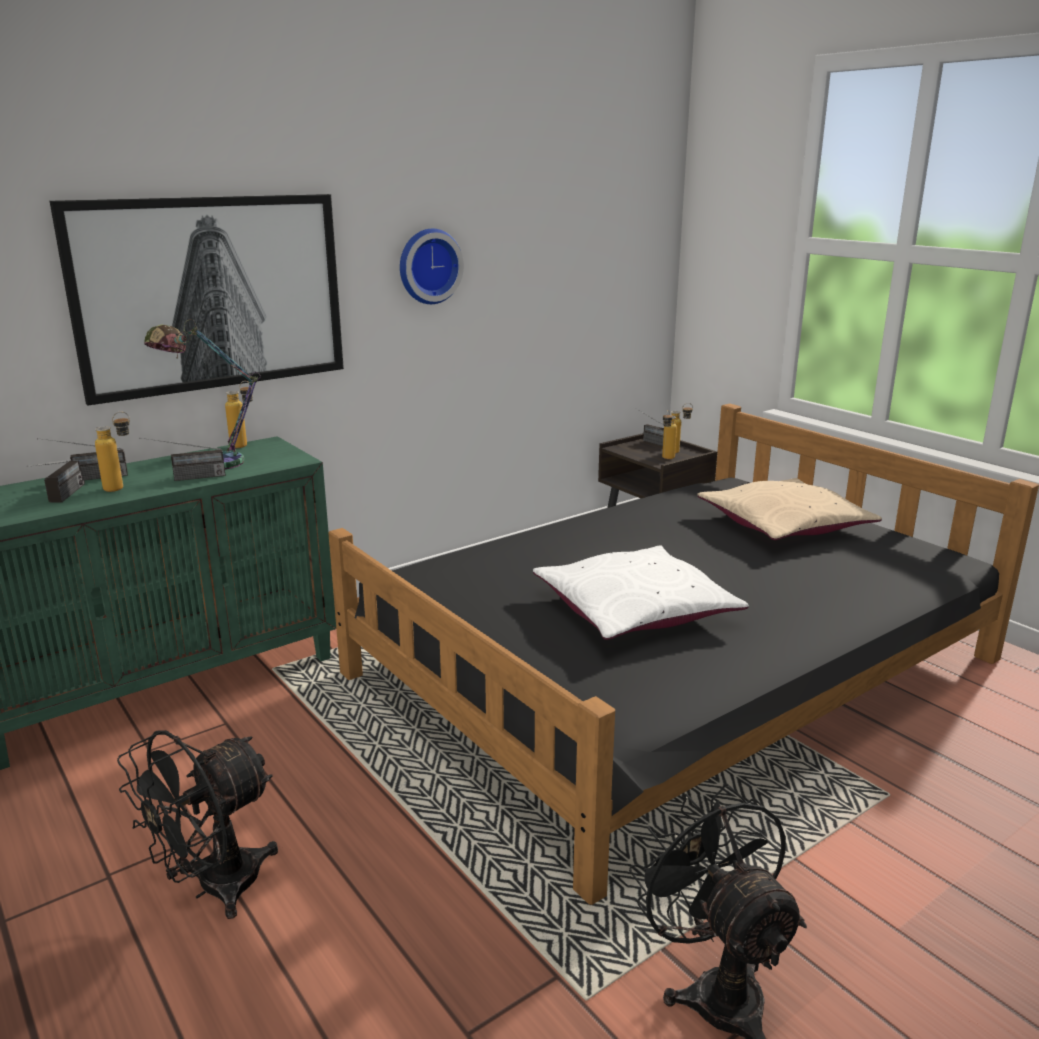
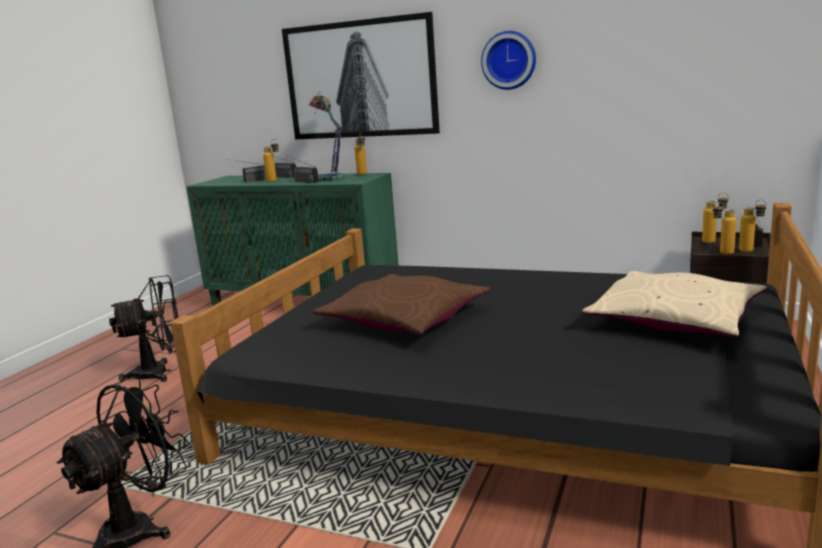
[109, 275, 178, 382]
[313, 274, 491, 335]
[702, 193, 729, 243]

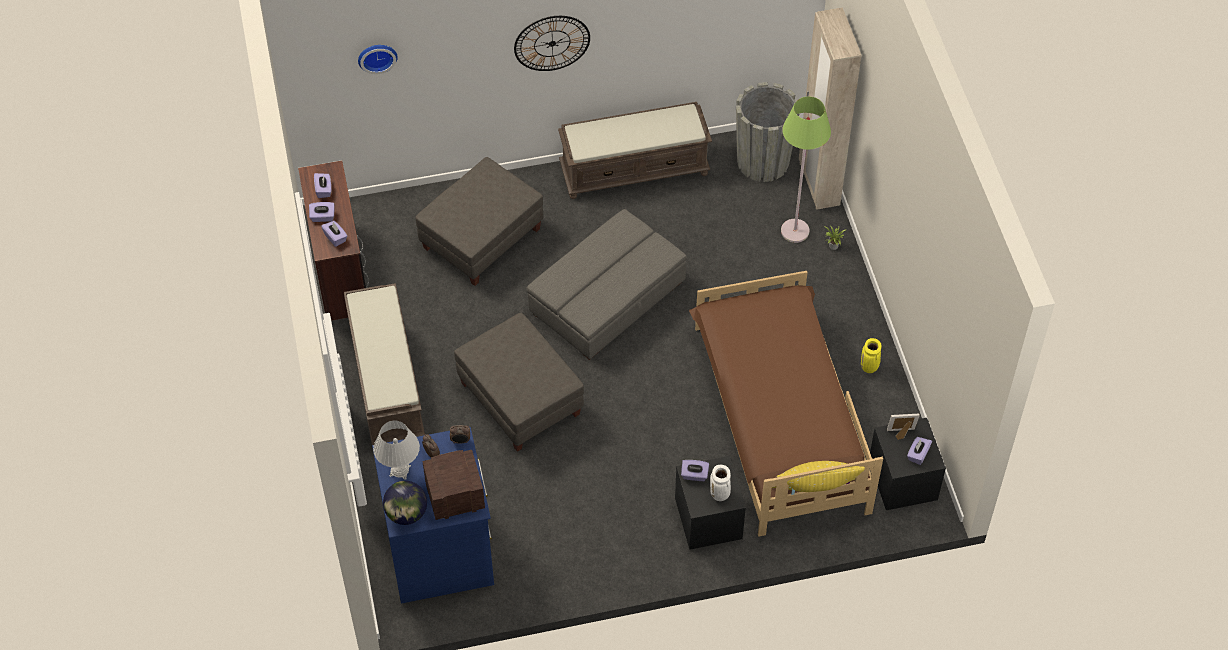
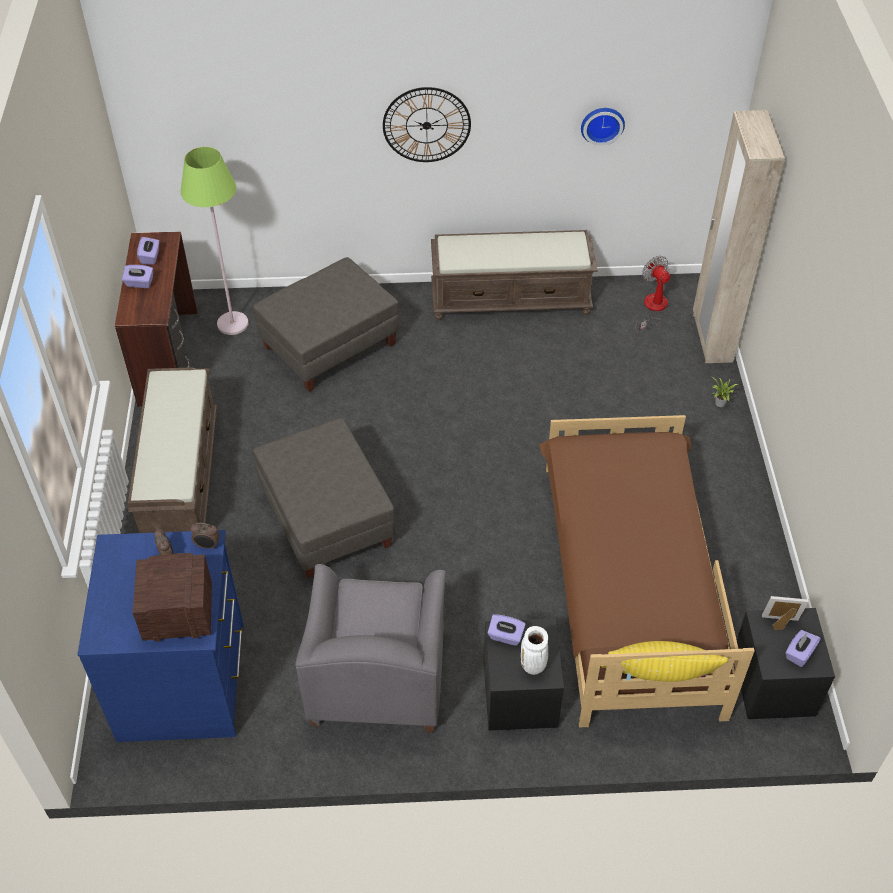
[321, 221, 347, 247] (first image)
[581, 108, 625, 146]
[373, 421, 420, 480] (first image)
[383, 481, 427, 525] (first image)
[526, 209, 687, 360] (first image)
[635, 256, 670, 334]
[181, 147, 249, 335]
[861, 338, 882, 373] (first image)
[295, 564, 446, 732]

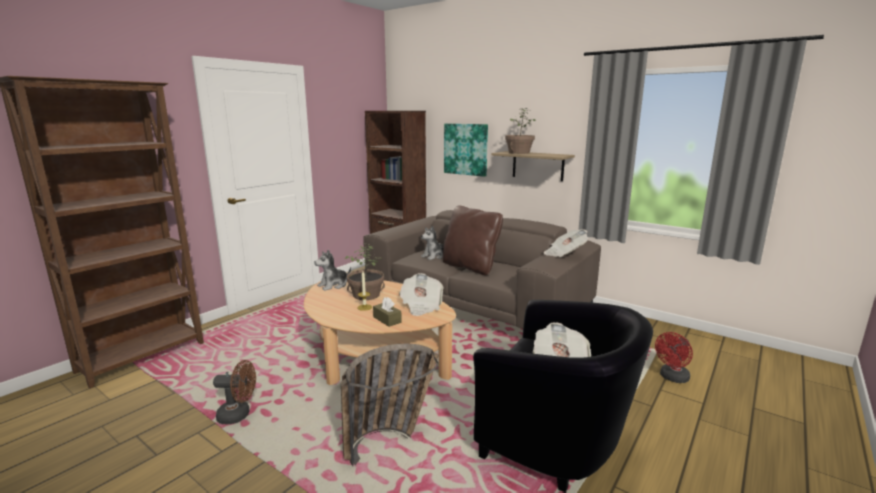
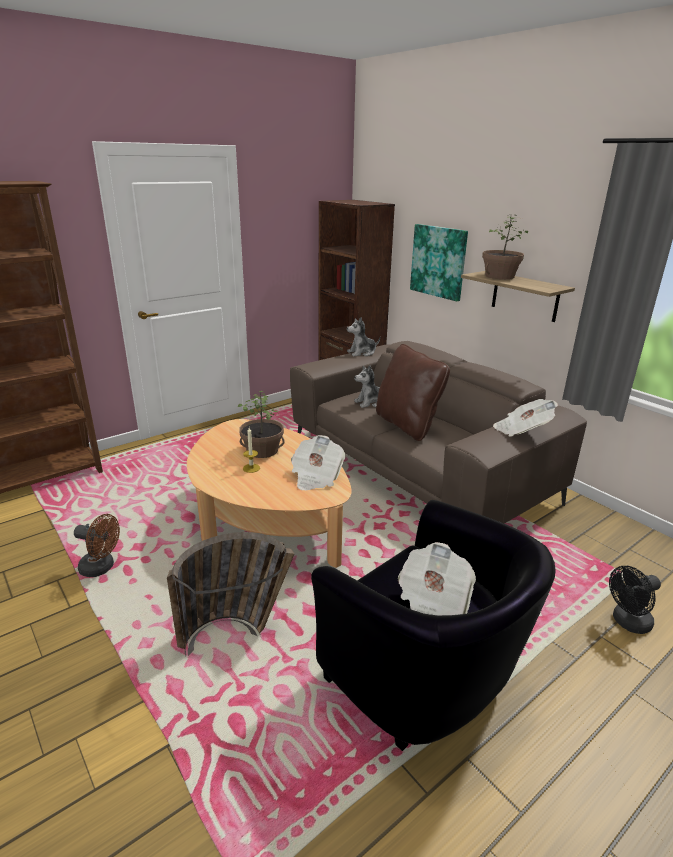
[347, 317, 380, 357]
[373, 297, 402, 327] (first image)
[609, 566, 661, 634]

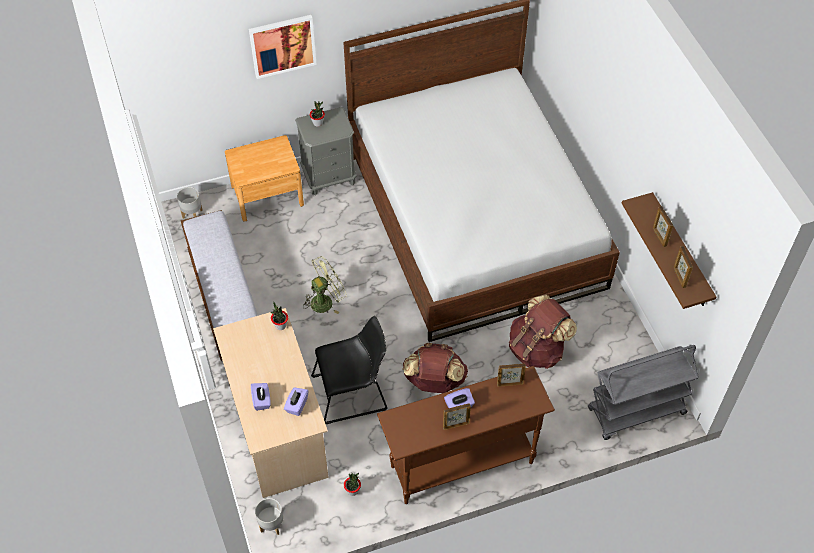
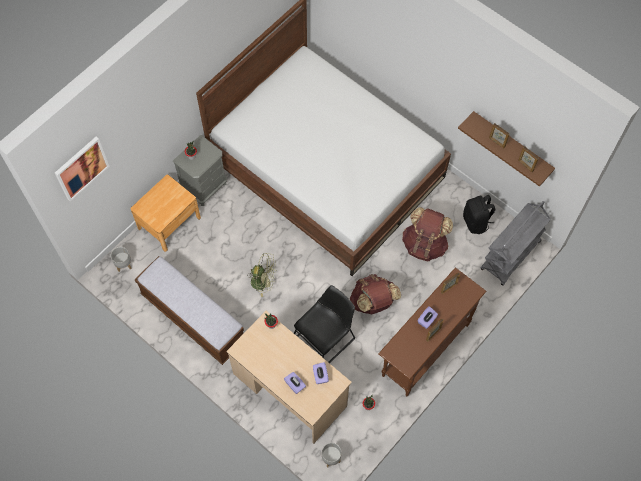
[55, 137, 110, 202]
[247, 253, 276, 297]
[463, 195, 495, 234]

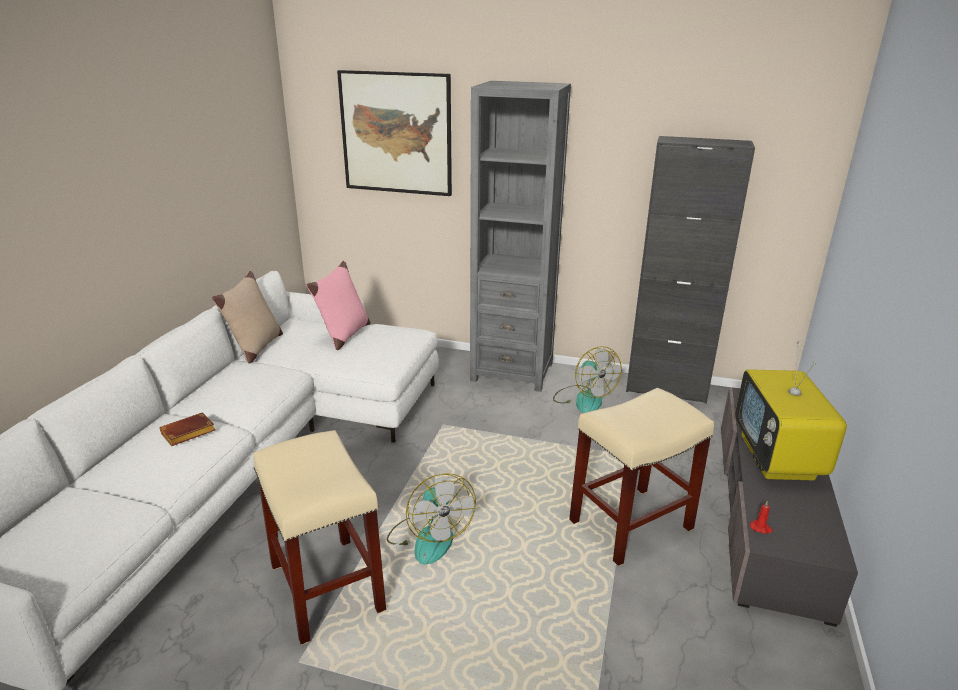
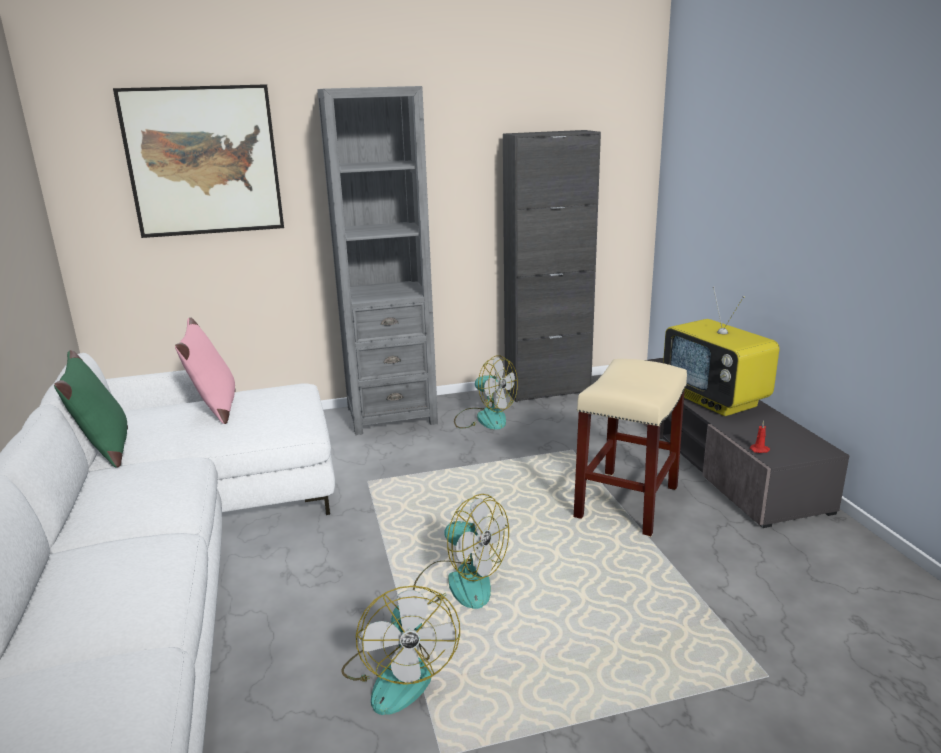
[159, 412, 215, 446] (first image)
[54, 350, 128, 468]
[341, 586, 460, 715]

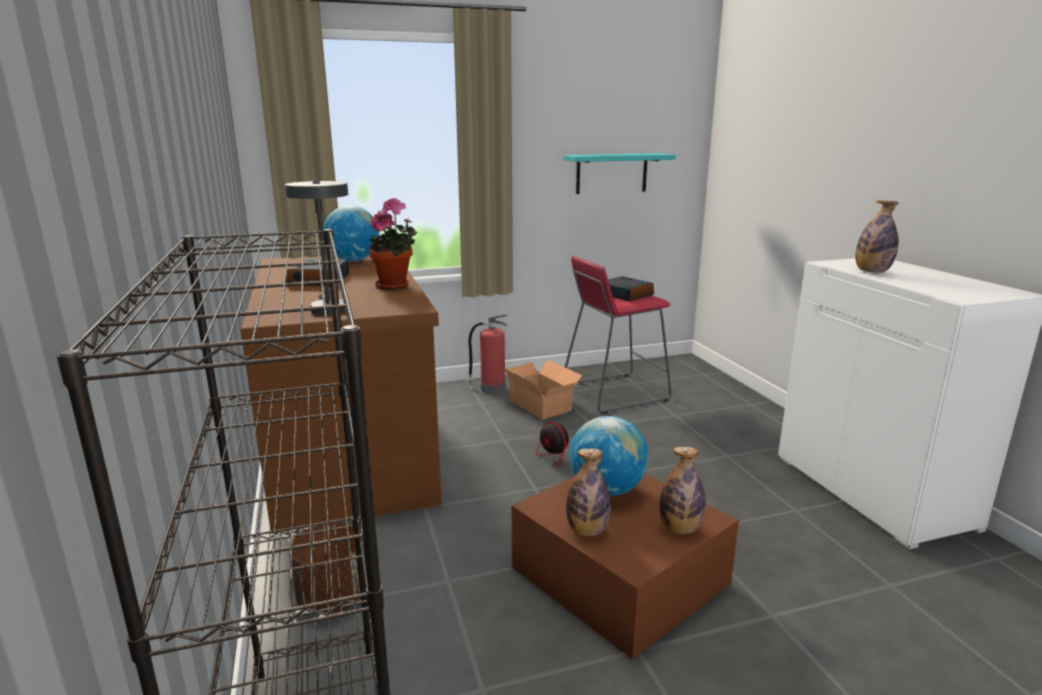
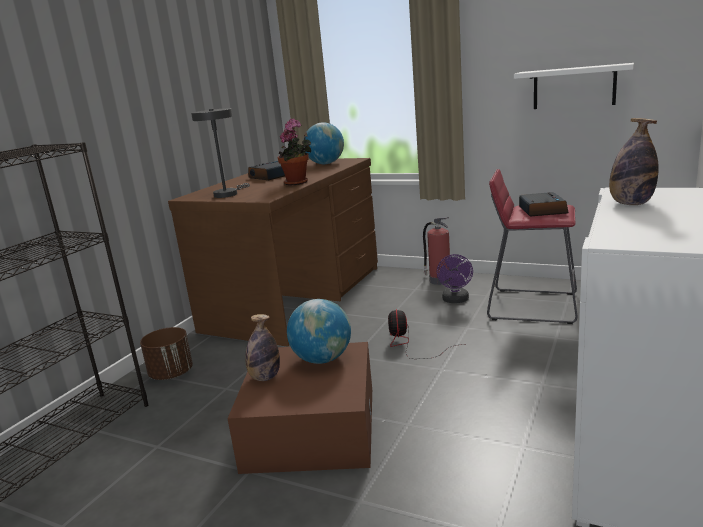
[437, 254, 473, 303]
[514, 63, 634, 109]
[659, 447, 706, 534] (first image)

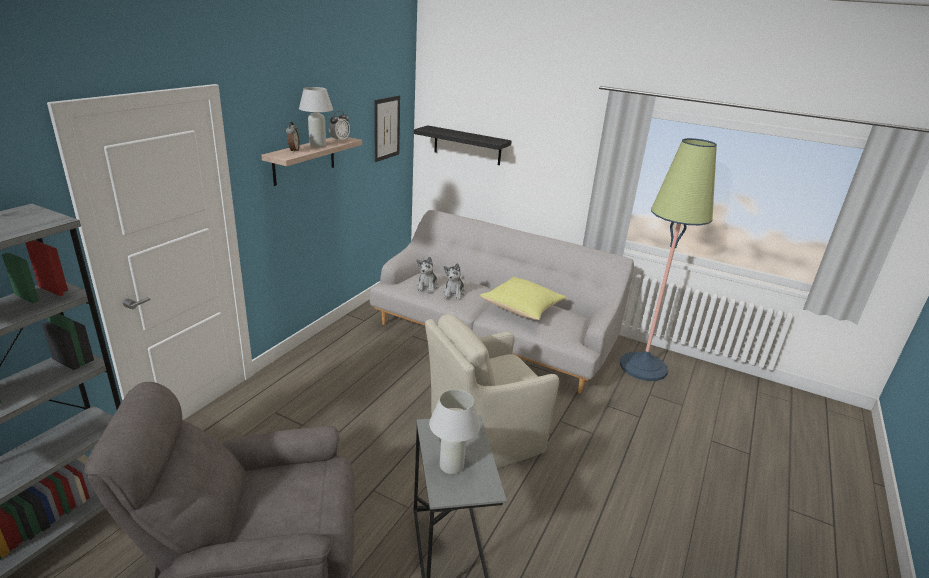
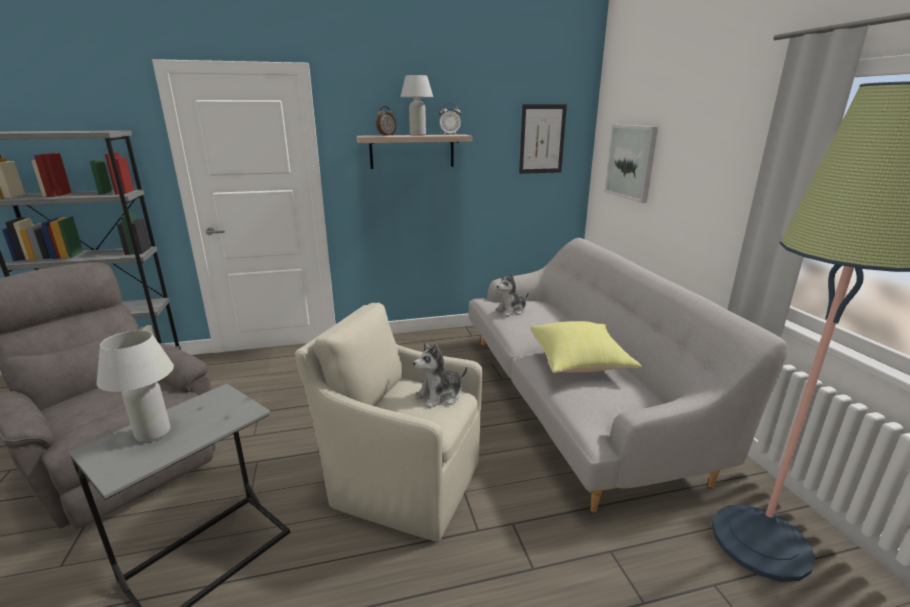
[604, 125, 658, 203]
[413, 343, 467, 408]

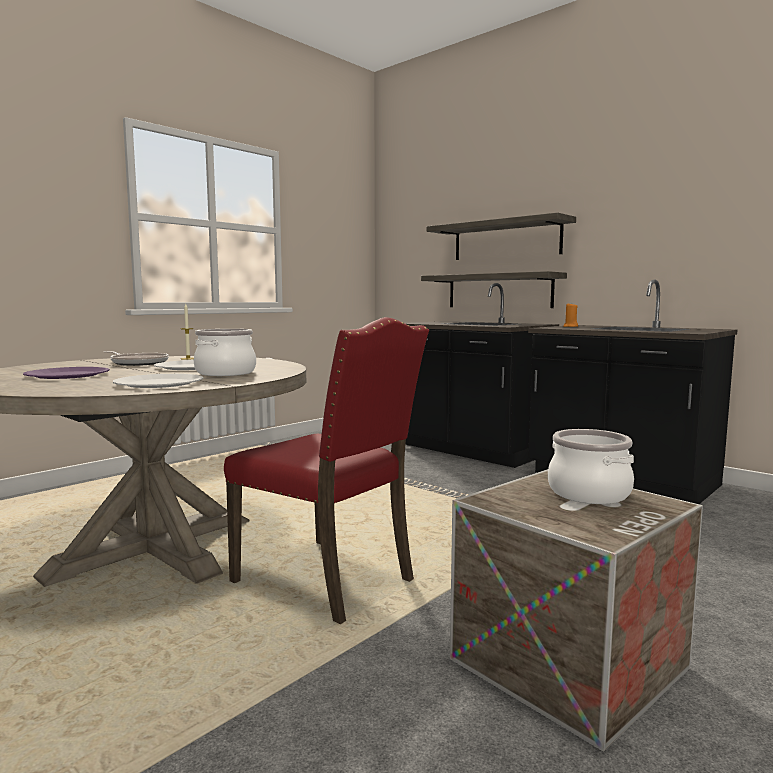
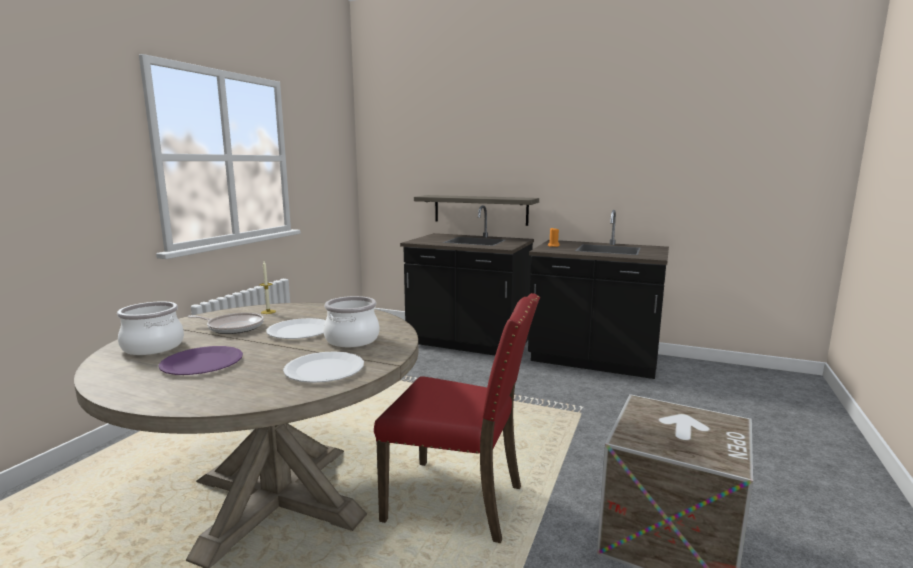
[427, 212, 576, 260] (first image)
[117, 301, 184, 355]

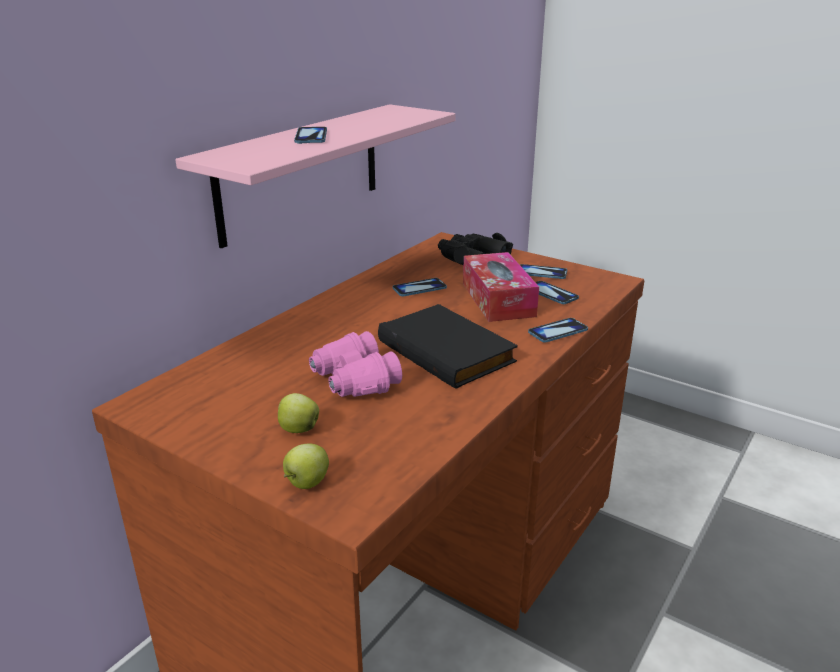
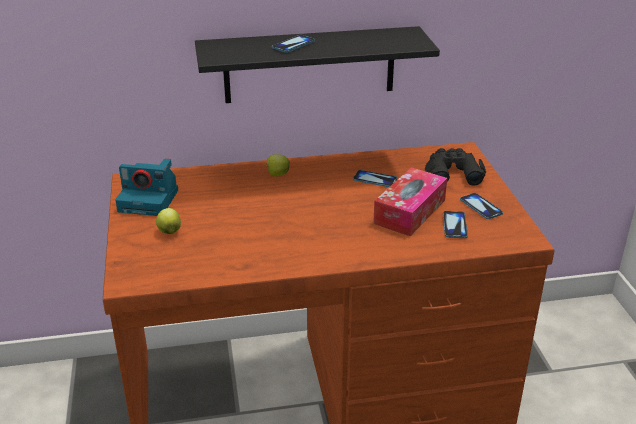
[195, 26, 440, 103]
[265, 154, 290, 177]
[309, 331, 402, 397] (first image)
[378, 304, 518, 389] (first image)
[528, 318, 588, 343] (first image)
[115, 159, 178, 216]

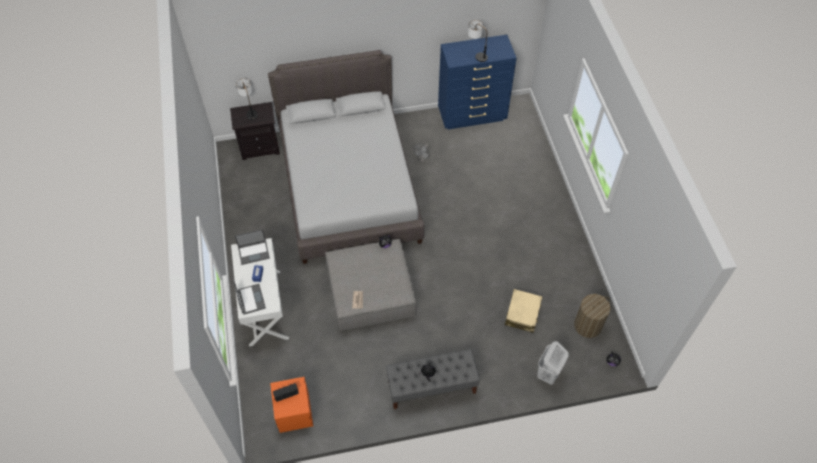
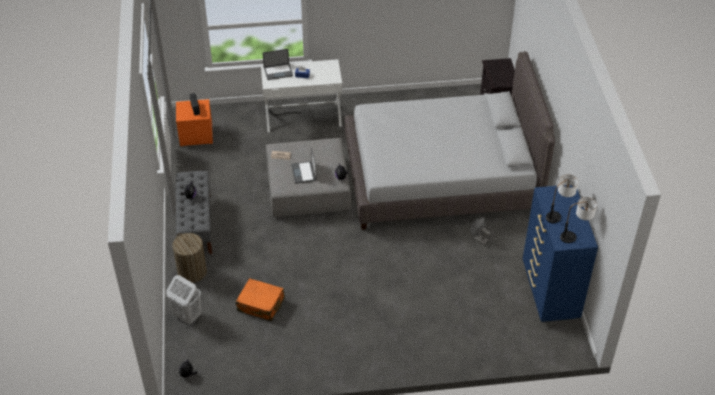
[291, 147, 317, 184]
[560, 197, 597, 243]
[236, 278, 285, 321]
[172, 233, 207, 283]

